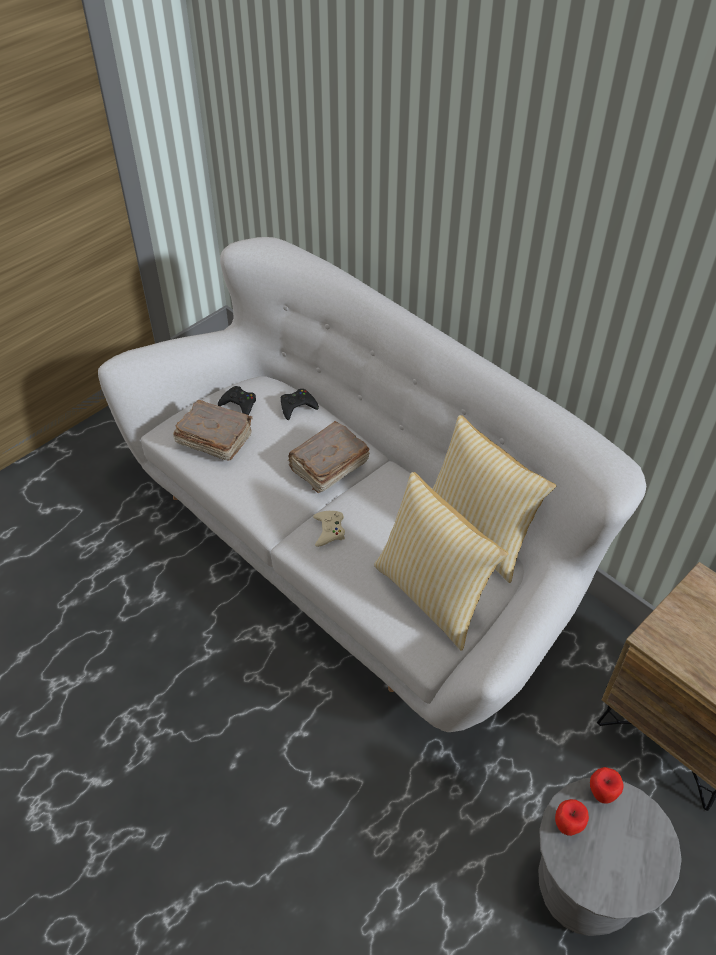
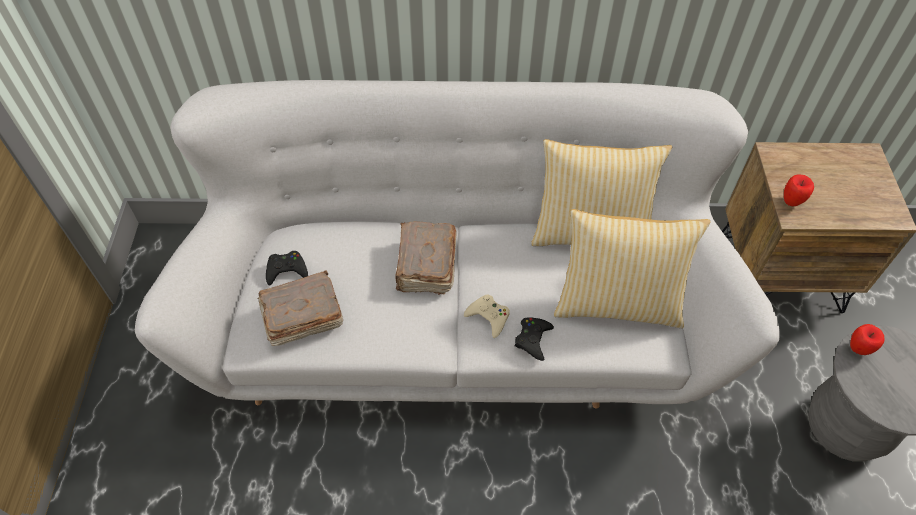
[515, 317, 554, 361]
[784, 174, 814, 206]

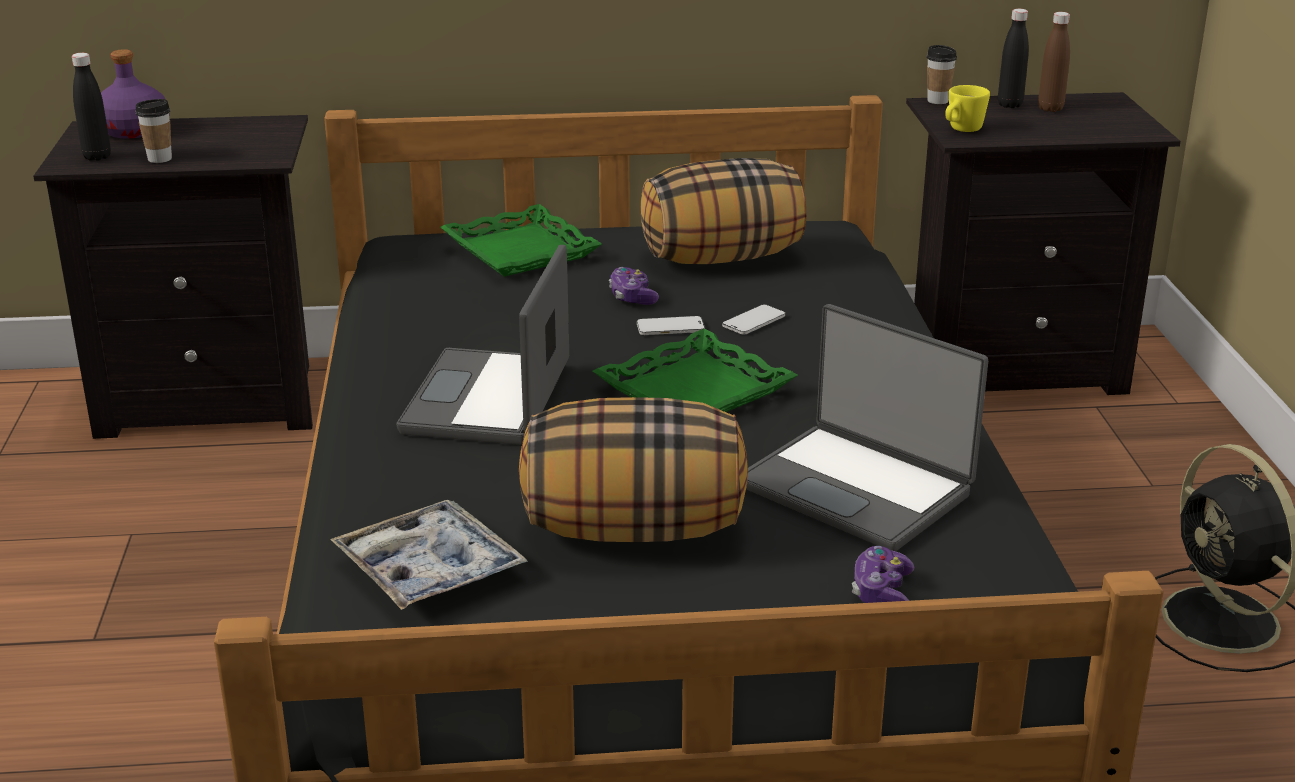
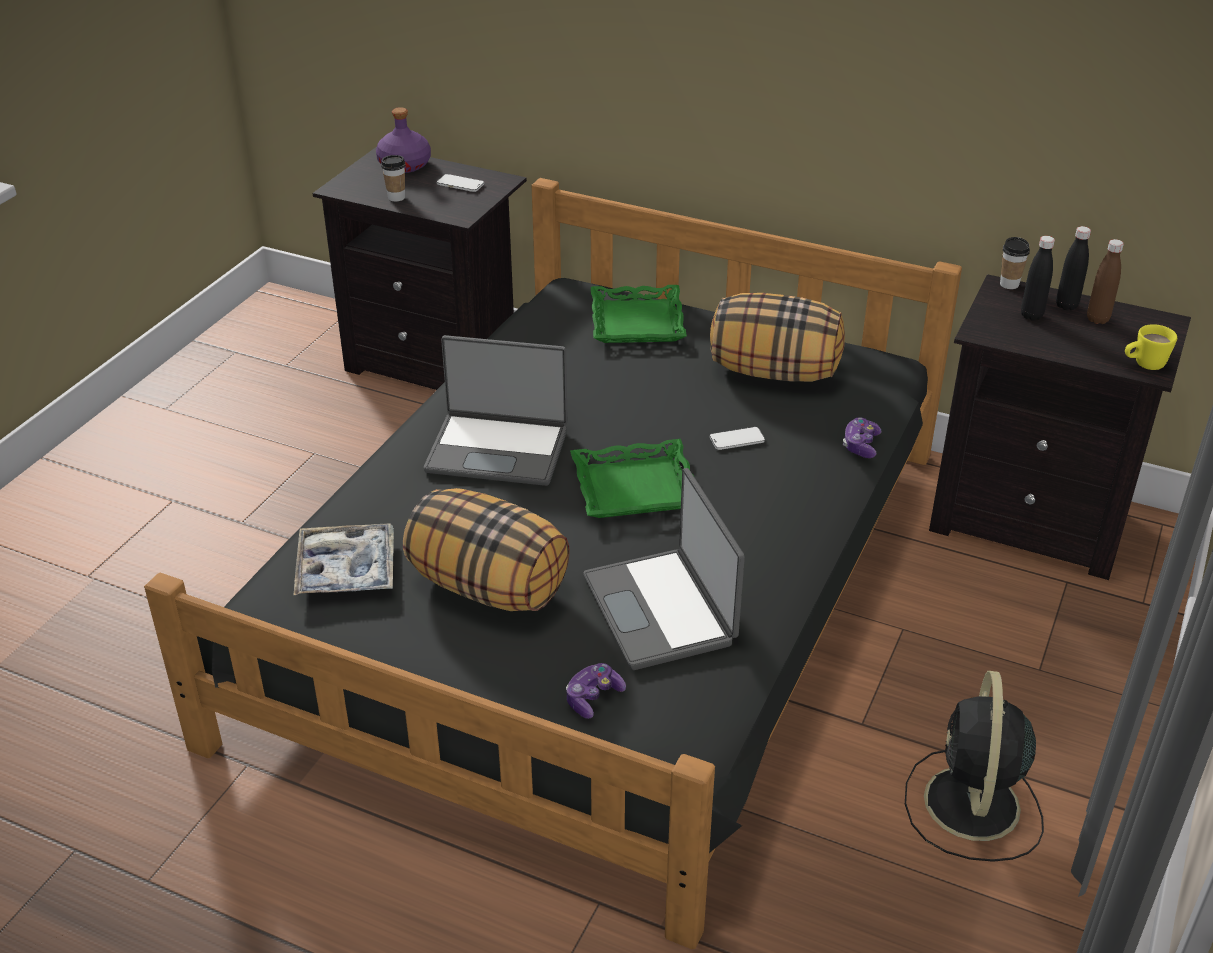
[1021, 236, 1055, 320]
[424, 335, 568, 486]
[843, 417, 881, 458]
[437, 174, 484, 192]
[1125, 324, 1177, 370]

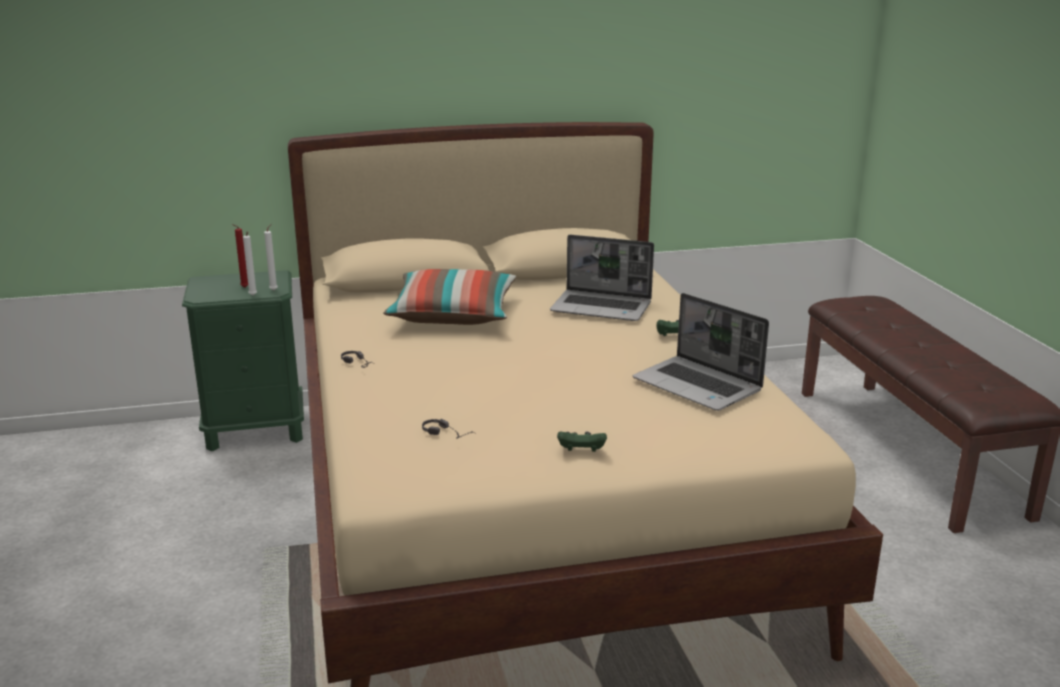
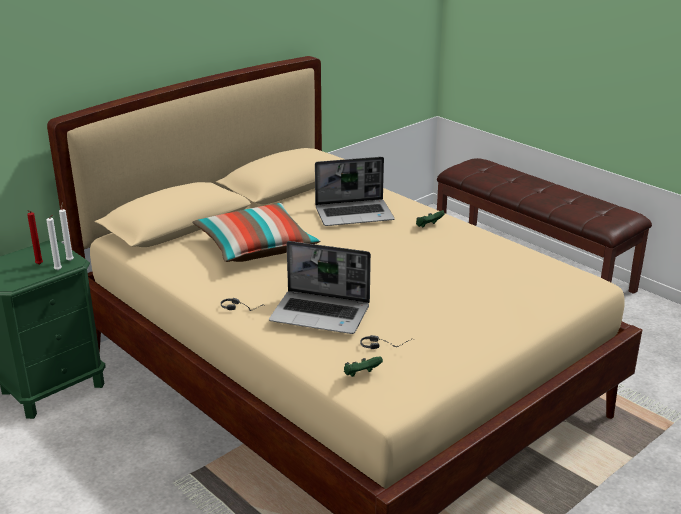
[344, 356, 383, 377]
[269, 241, 371, 334]

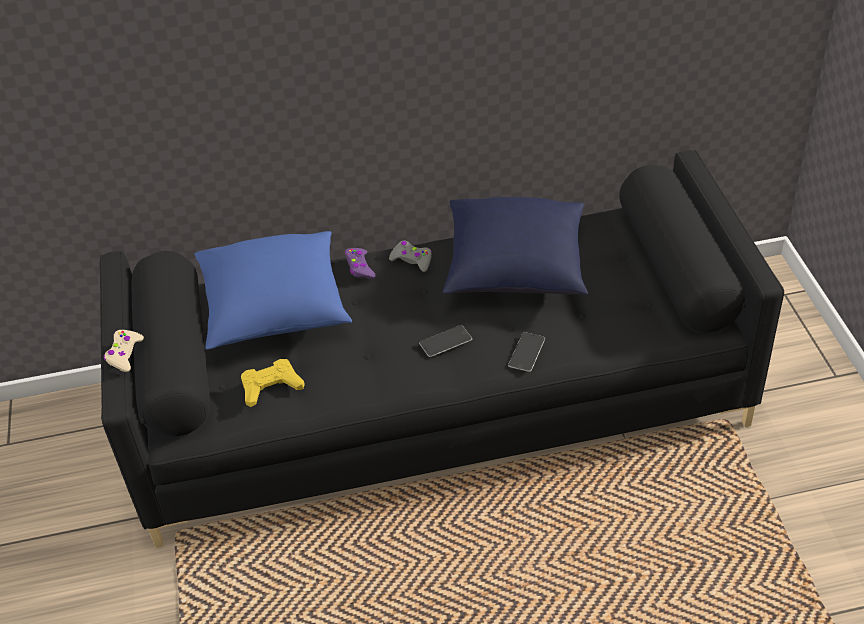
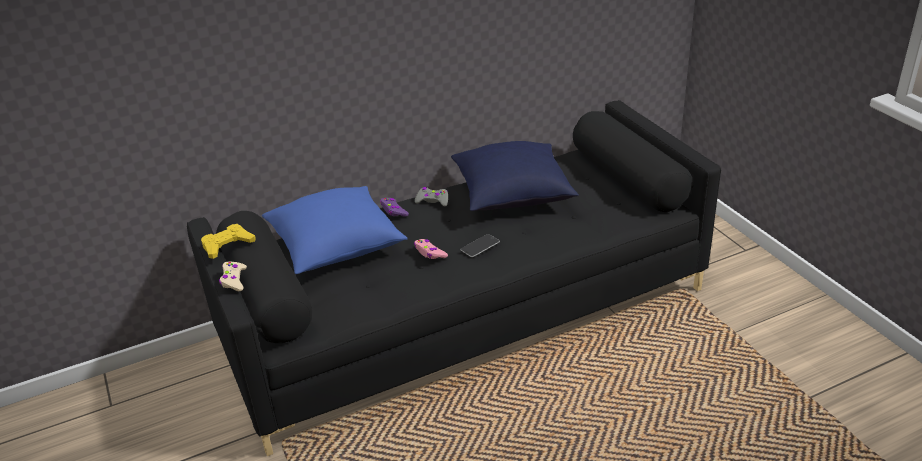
[201, 224, 256, 259]
[508, 332, 545, 372] (first image)
[414, 239, 448, 259]

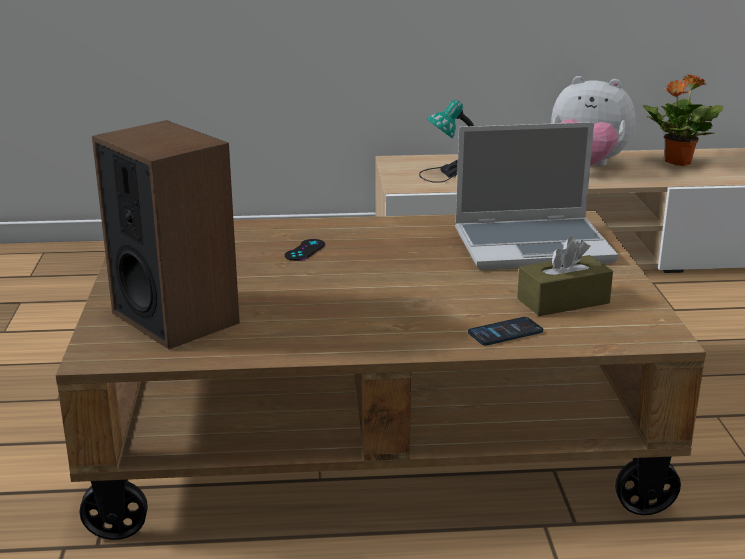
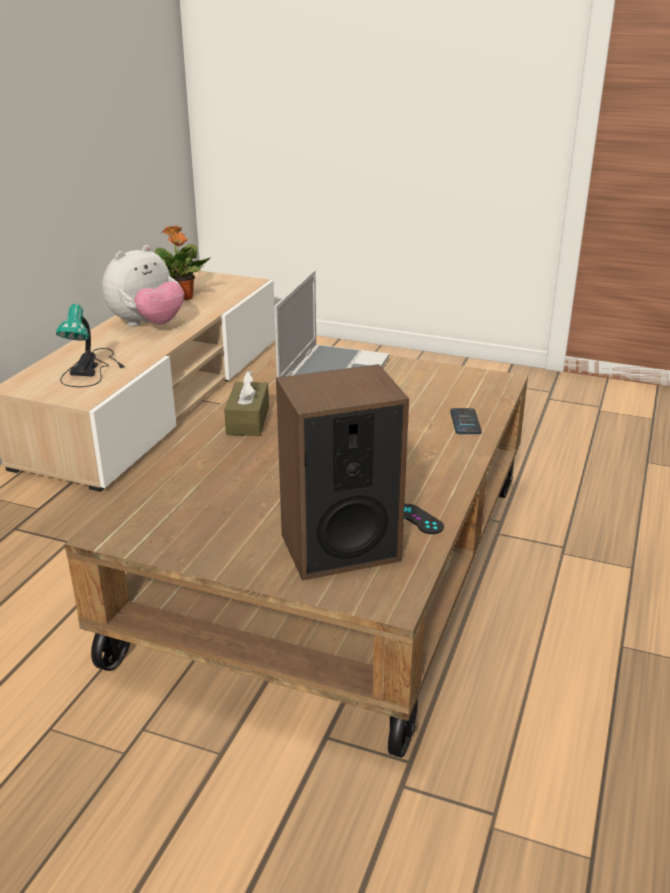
[404, 504, 444, 534]
[224, 370, 269, 436]

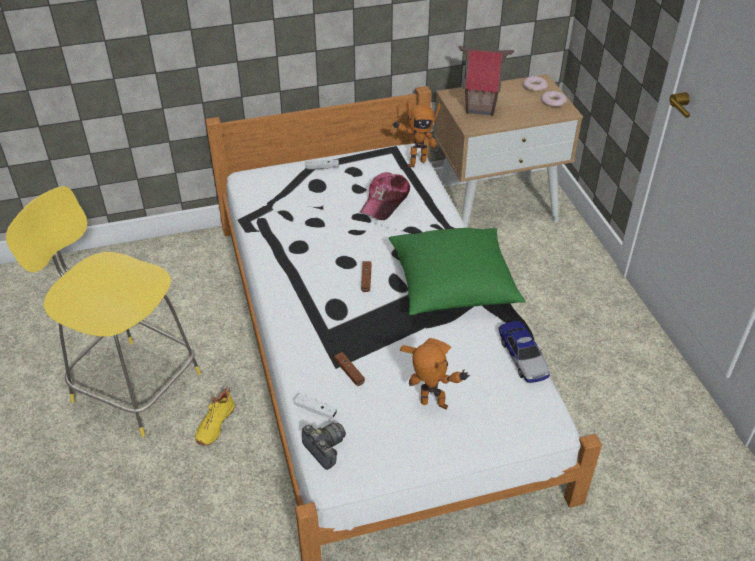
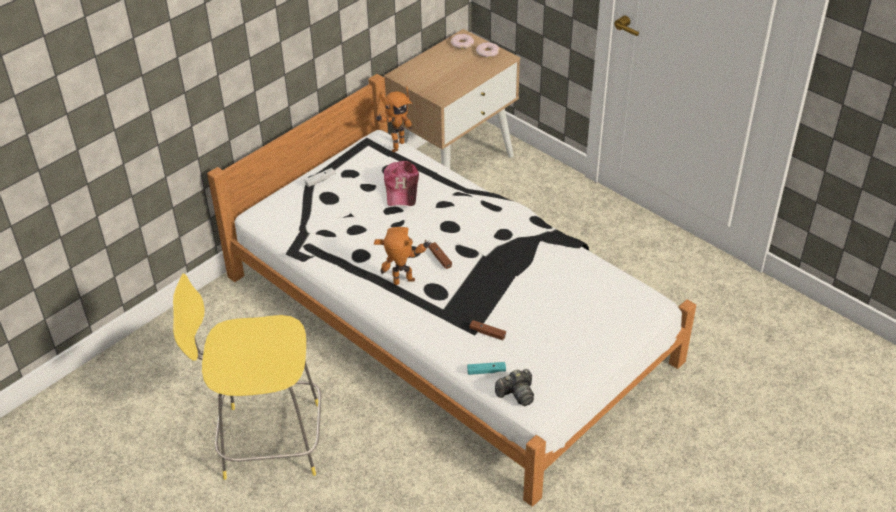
[195, 387, 235, 445] (first image)
[467, 362, 506, 375]
[495, 369, 534, 406]
[389, 228, 526, 315] (first image)
[374, 227, 431, 285]
[458, 46, 514, 116] (first image)
[498, 321, 550, 383] (first image)

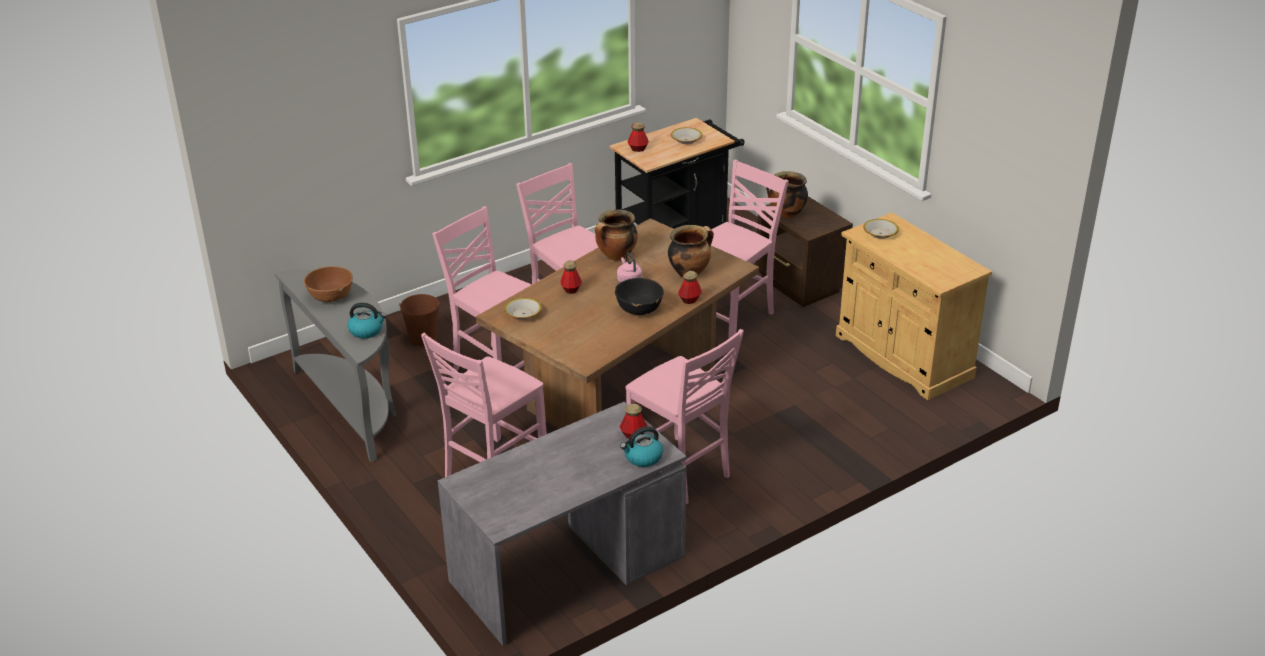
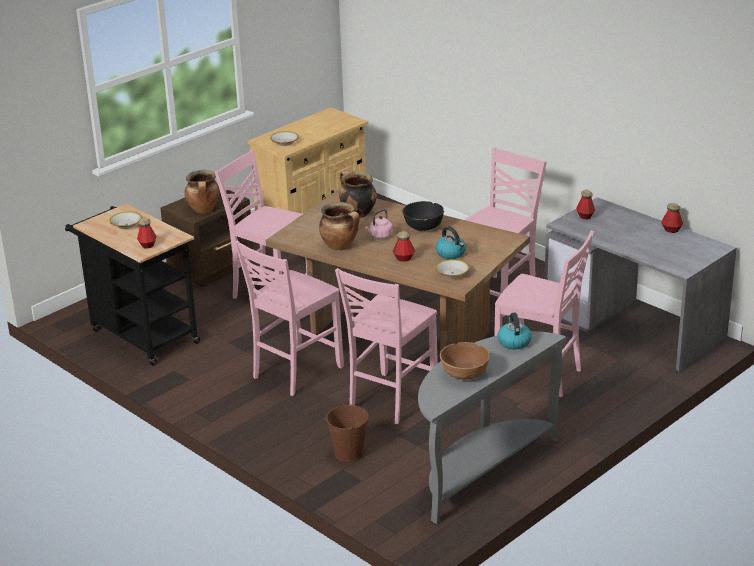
[436, 226, 466, 259]
[661, 203, 683, 233]

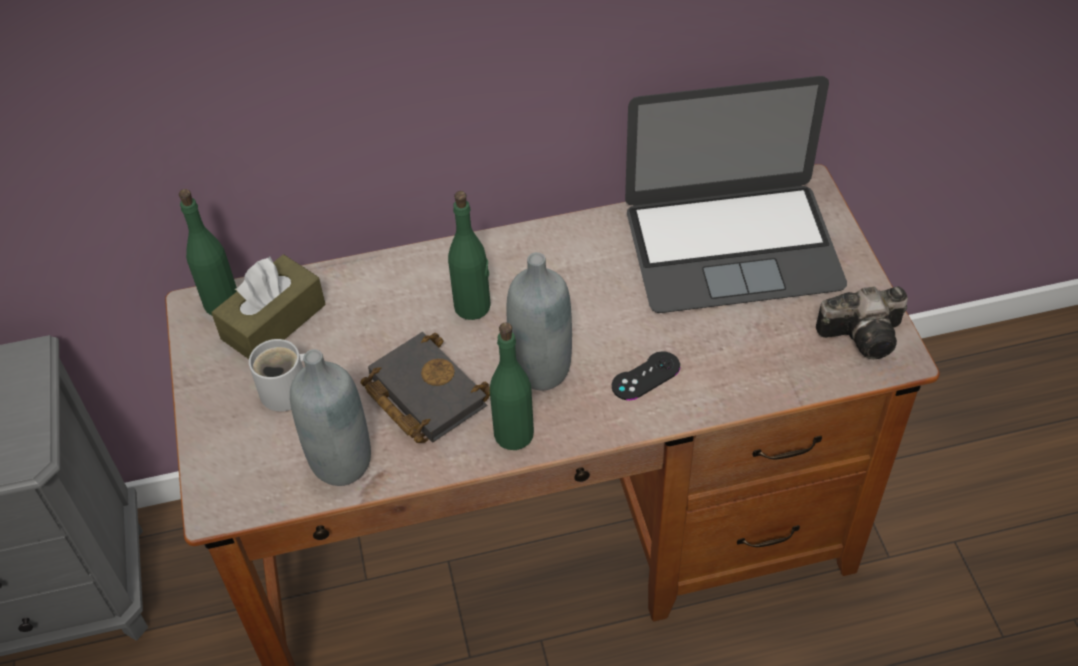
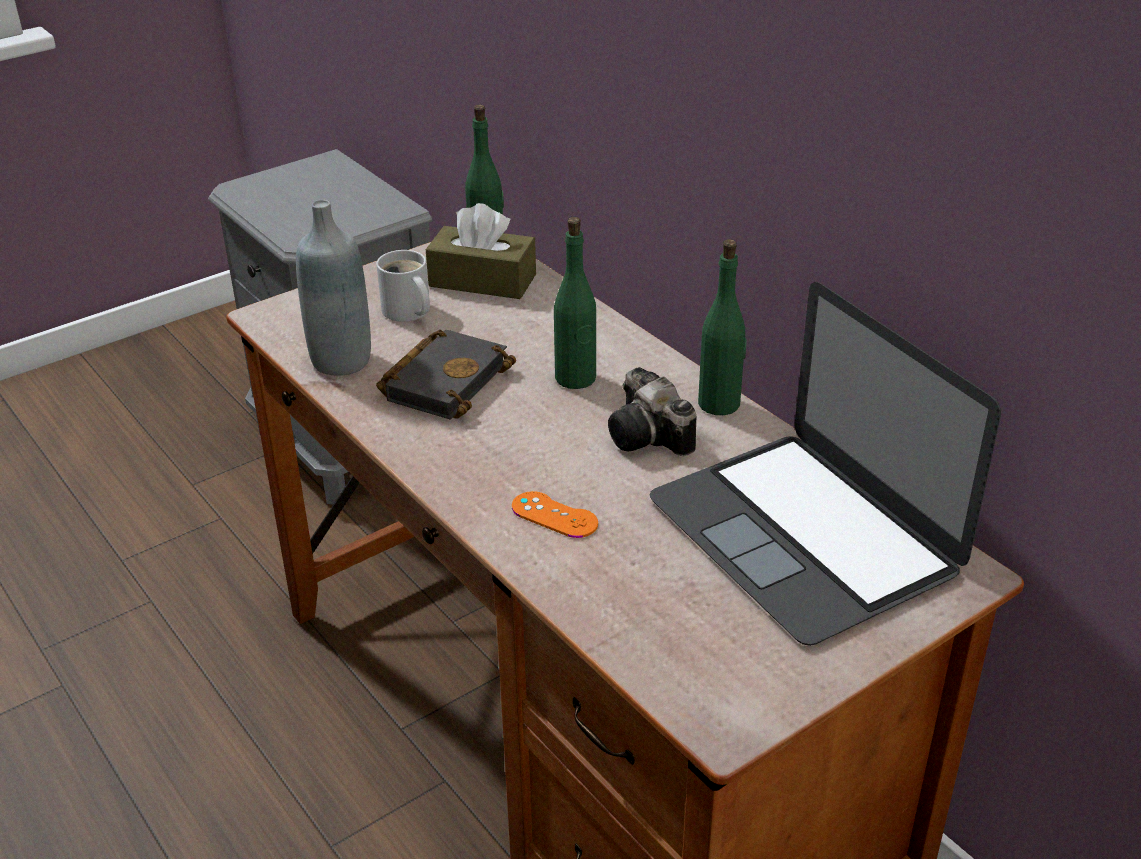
[698, 239, 747, 415]
[506, 252, 572, 390] (first image)
[512, 491, 598, 538]
[608, 367, 696, 456]

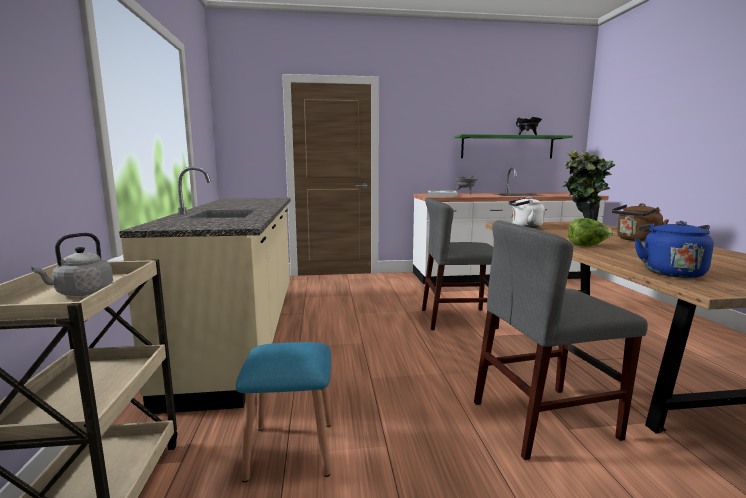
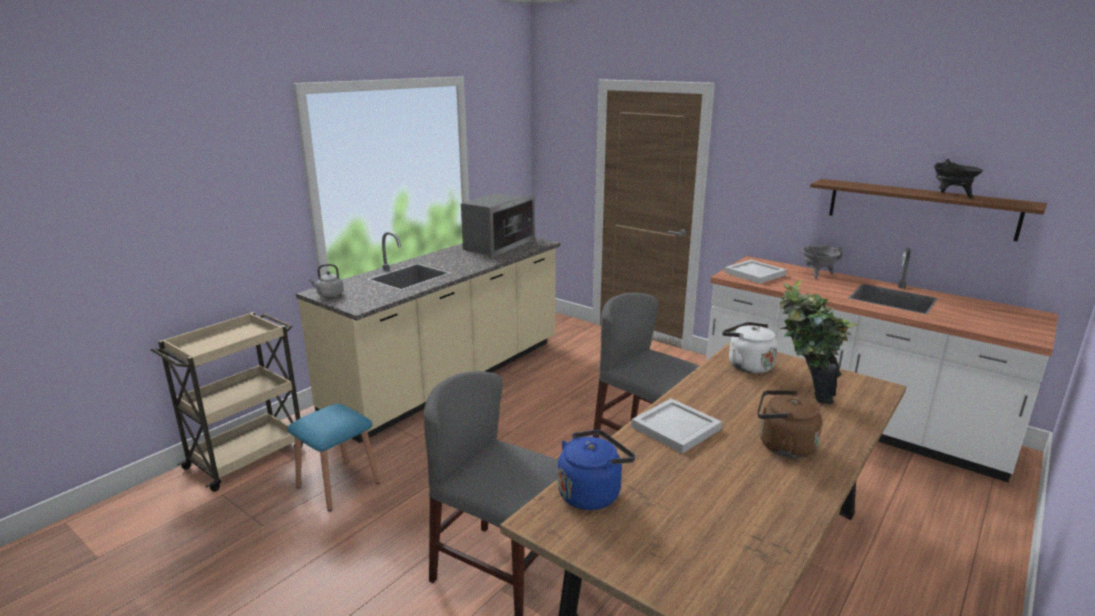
[308, 264, 344, 297]
[810, 179, 1047, 241]
[631, 398, 722, 454]
[461, 193, 535, 258]

